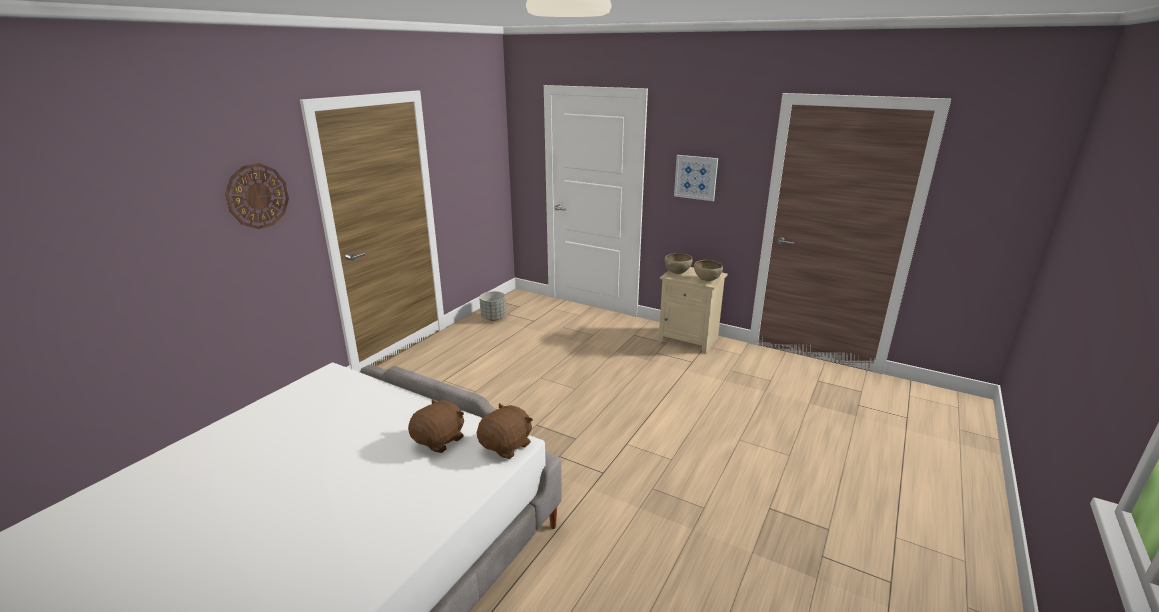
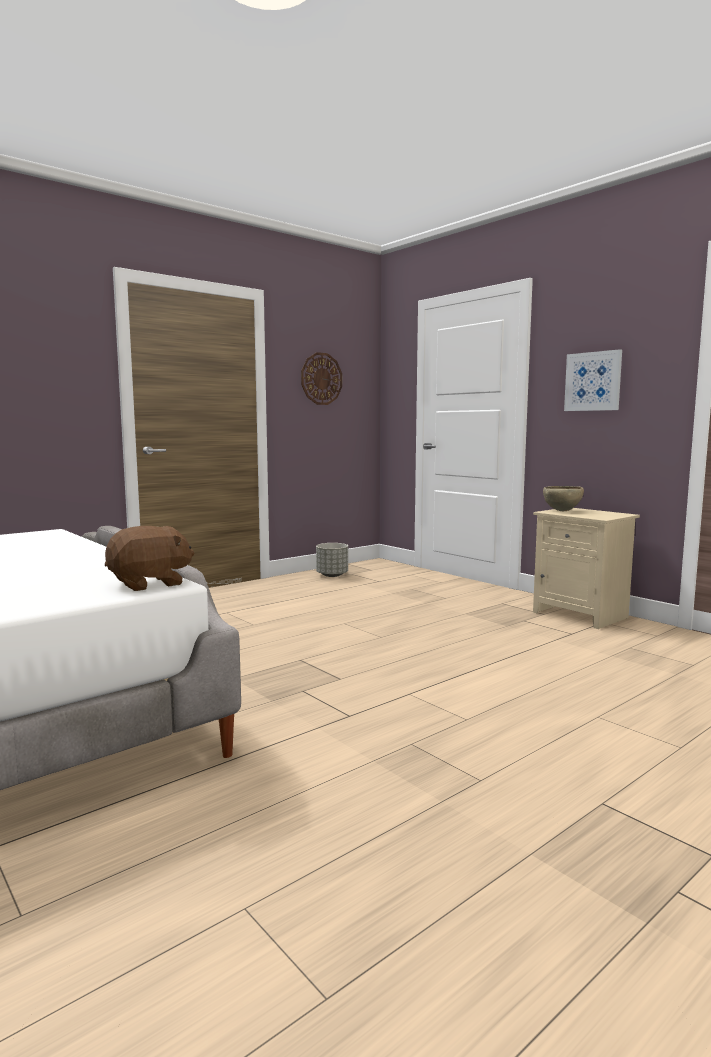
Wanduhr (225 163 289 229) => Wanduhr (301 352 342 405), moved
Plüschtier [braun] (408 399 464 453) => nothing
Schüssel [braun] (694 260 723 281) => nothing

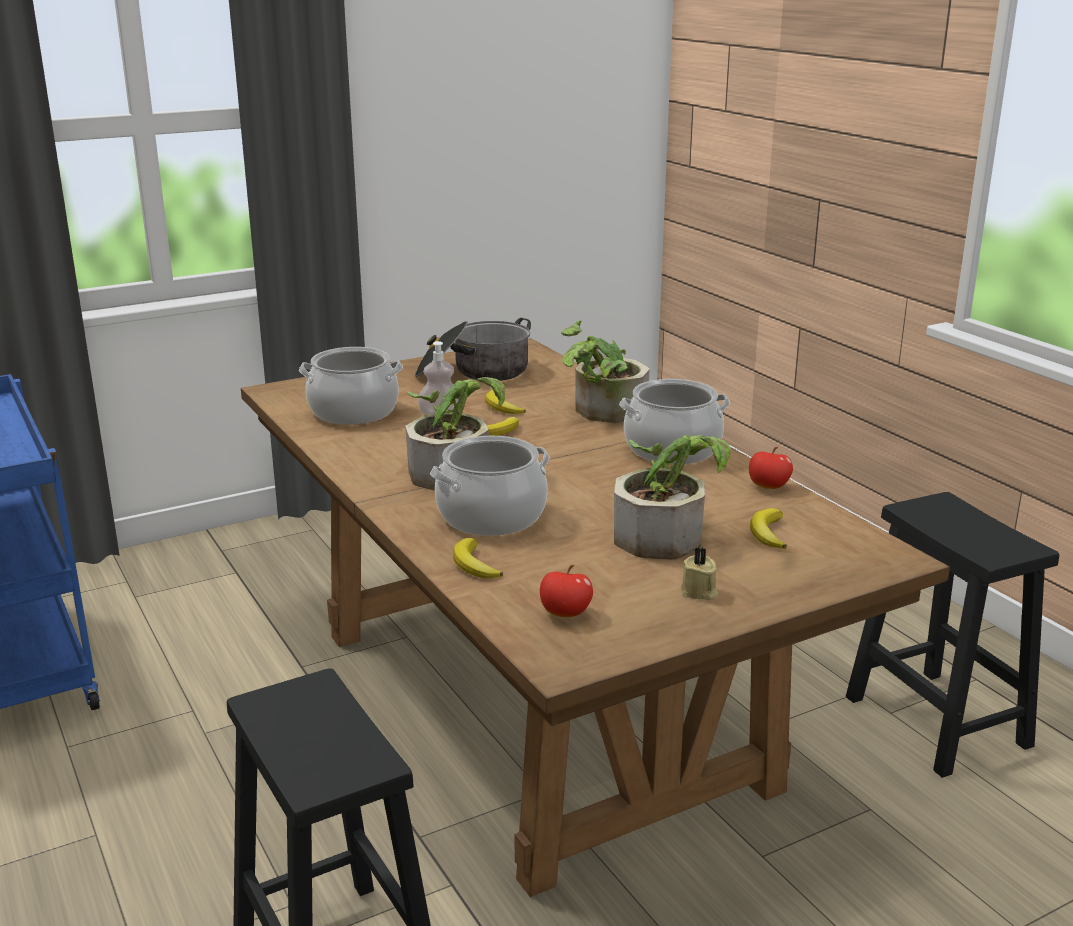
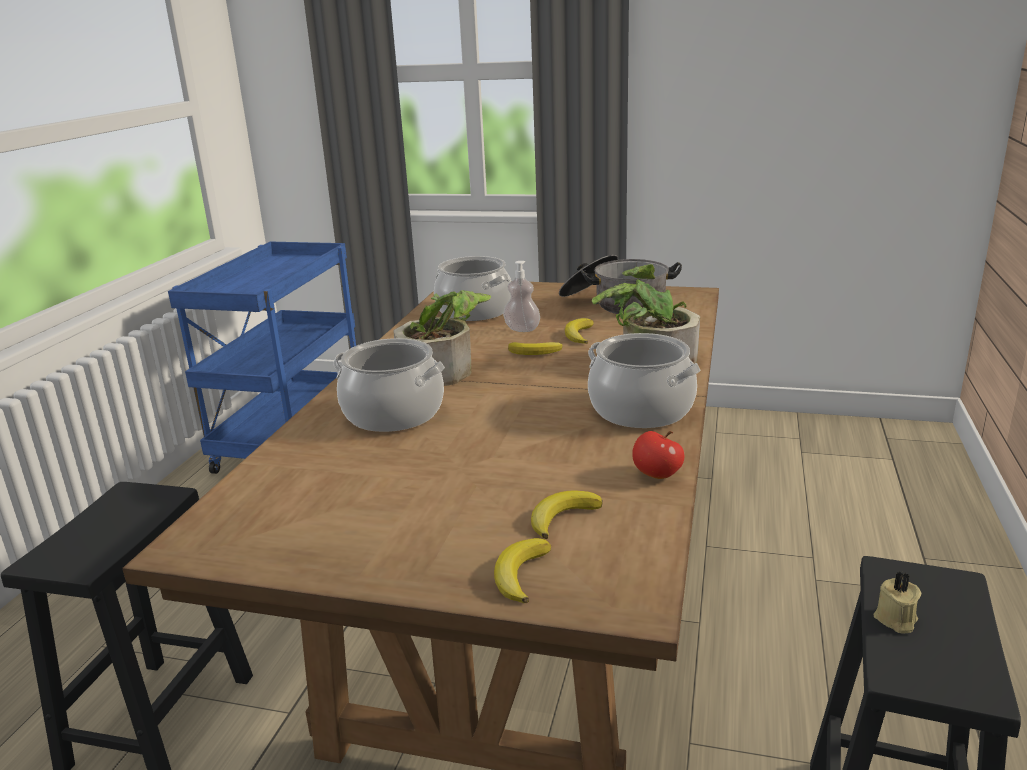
Banane (453 538 503 578) => Banane (494 538 551 603), moved
Kerze [beige] (681 548 718 600) => Kerze [beige] (874 571 921 633), moved
Apfel (540 565 593 617) => nothing
Topfpflanze (614 435 731 560) => nothing

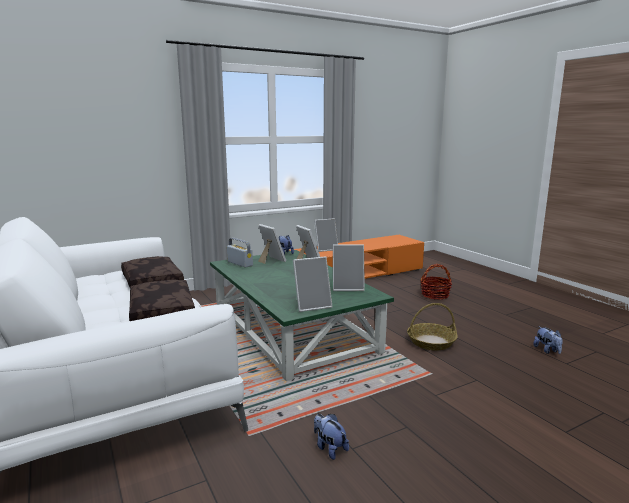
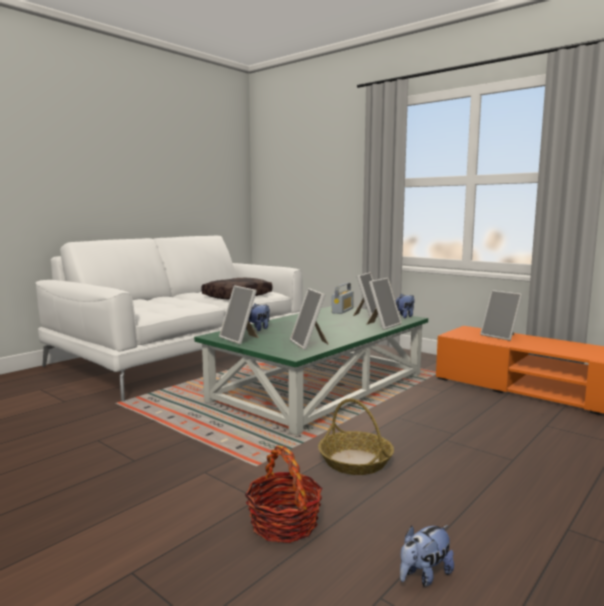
Korb (420 264 452 300) => Korb (245 445 322 543), moved
Plüschtier (314 414 349 460) => Plüschtier (246 304 270 331), moved
Kissen [braun] (129 280 195 321) => nothing

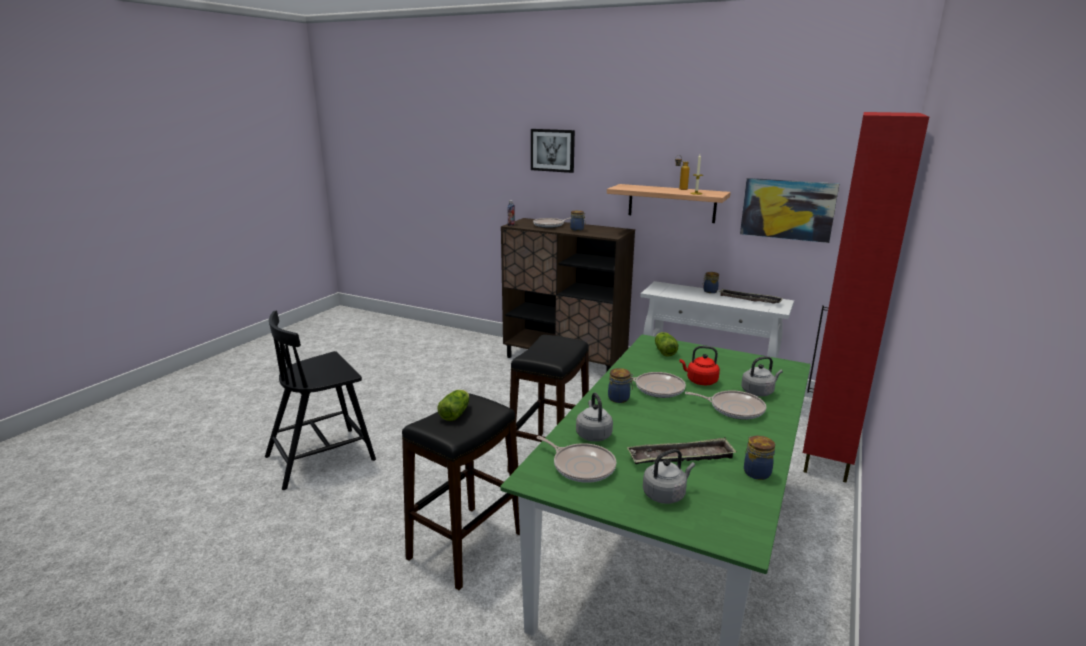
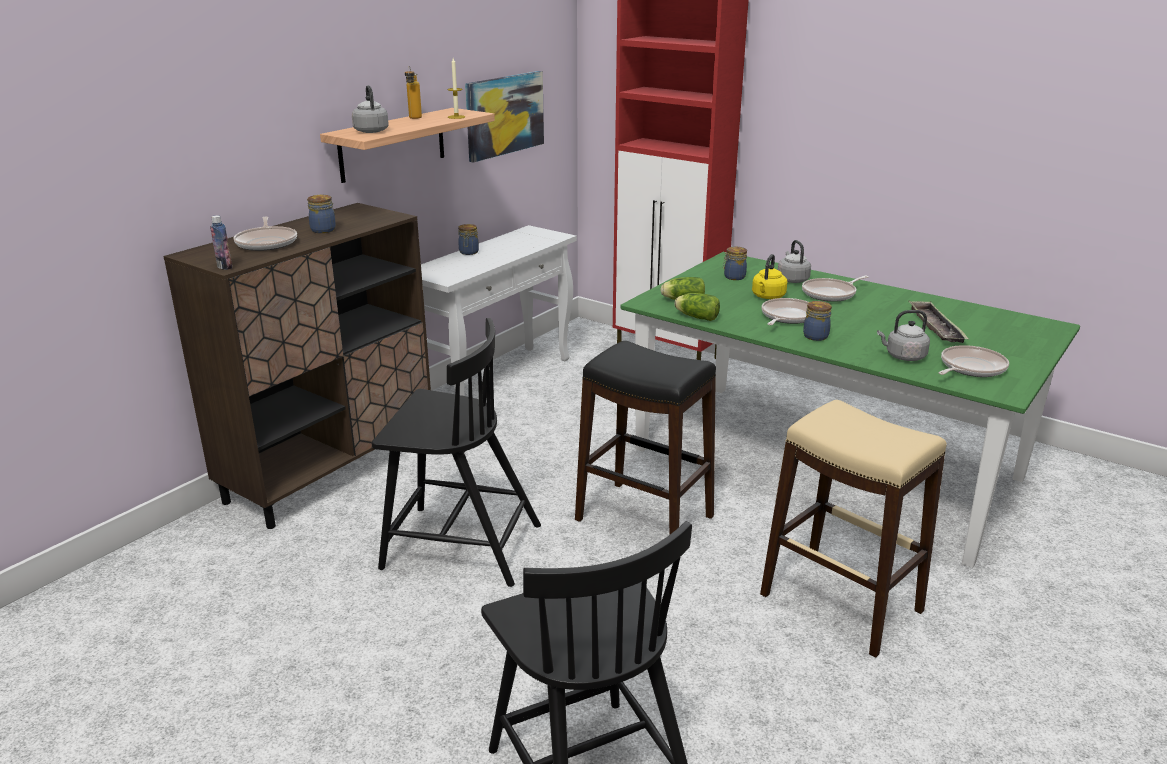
Wasserkessel [grau] (643 449 695 504) => Wasserkessel [grau] (352 85 389 133), moved
nothing => Stuhl [schwarz] (372 318 541 587)
Salatkopf (438 390 469 421) => Salatkopf (674 293 720 321), moved
Vorratsglas (744 436 775 480) => Vorratsglas (723 247 747 280), moved
Wasserkessel [rot] (680 346 720 385) => Wasserkessel [gelb] (752 254 787 299)
Hocker [schwarz] (402 393 520 590) => Hocker [beige] (760 400 947 658)
Pfanne (685 390 766 420) => Pfanne (802 276 869 302), 150 degrees counterclockwise
Bild (531 129 575 173) => nothing
Tablett (719 289 783 304) => nothing

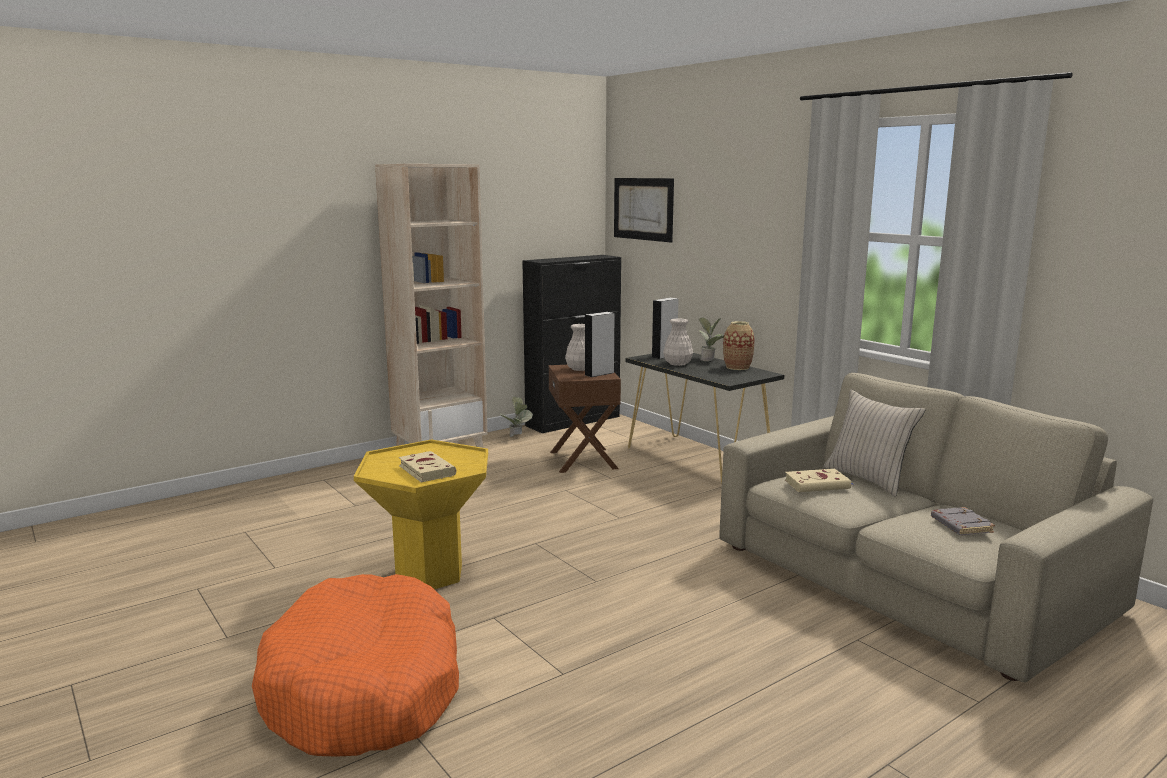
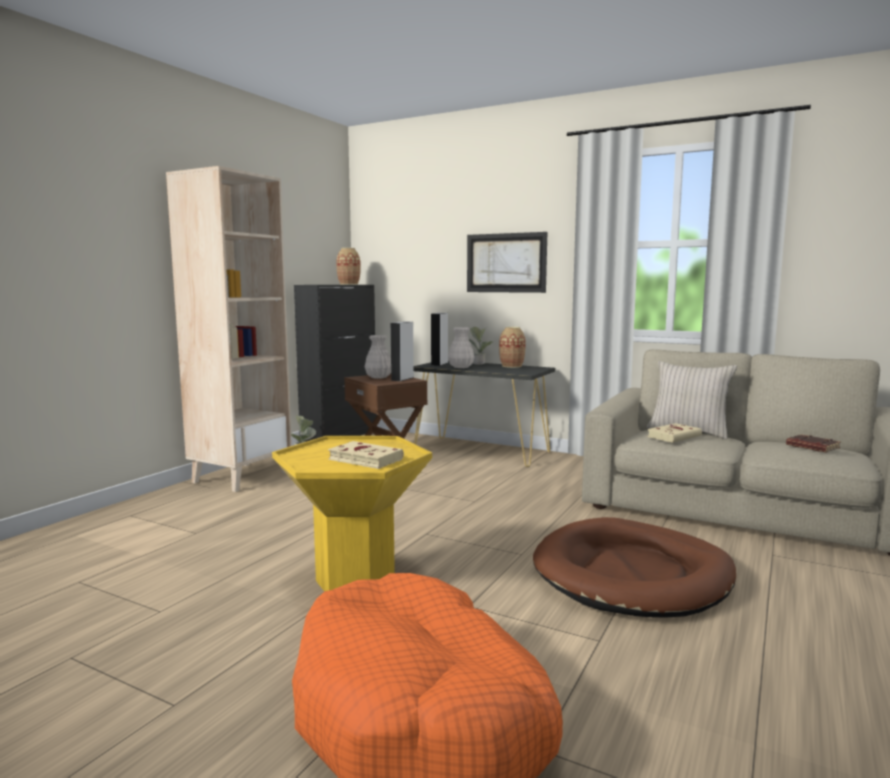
nothing => Vase (337 248 361 284)
Bild (614 178 674 243) => Bild (467 232 547 293), moved
nothing => Hundebett [braun] (533 517 736 618)
Buch [grau] (931 507 995 535) => Buch [braun] (786 434 841 452)

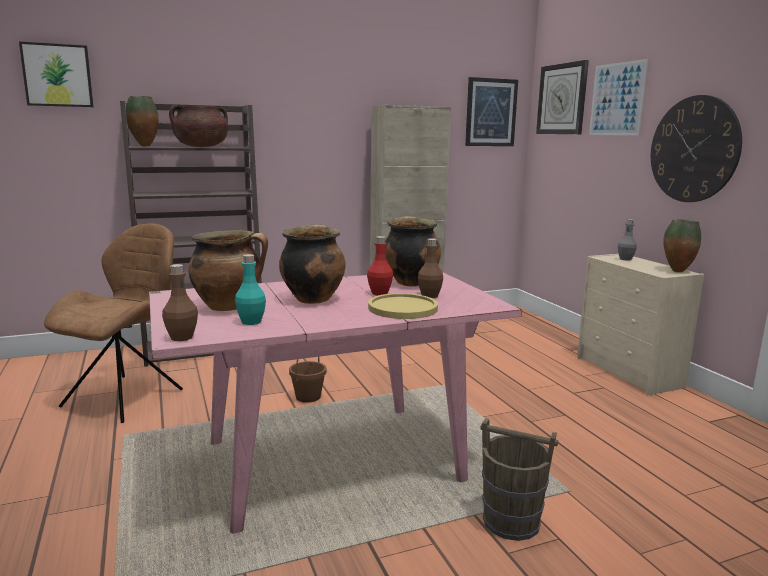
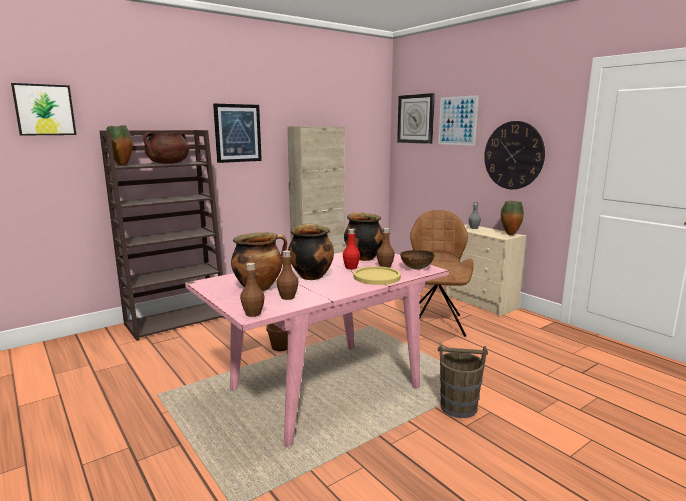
Bild (465 77 518 146) => Bild (213 104 262 163), moved
Flasche [türkis] (235 254 266 325) => Flasche [braun] (277 250 299 300)
nothing => Schüssel (400 250 434 270)
Stuhl [braun] (44 223 183 423) => Stuhl [braun] (410 210 474 337), moved

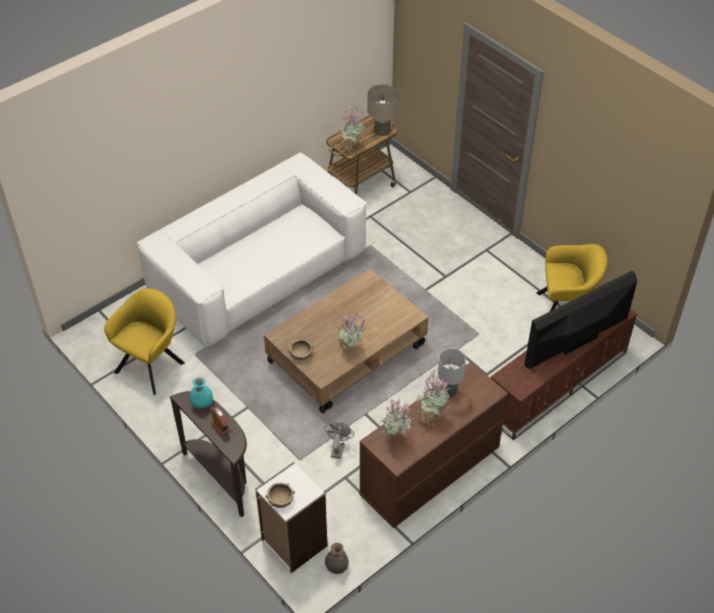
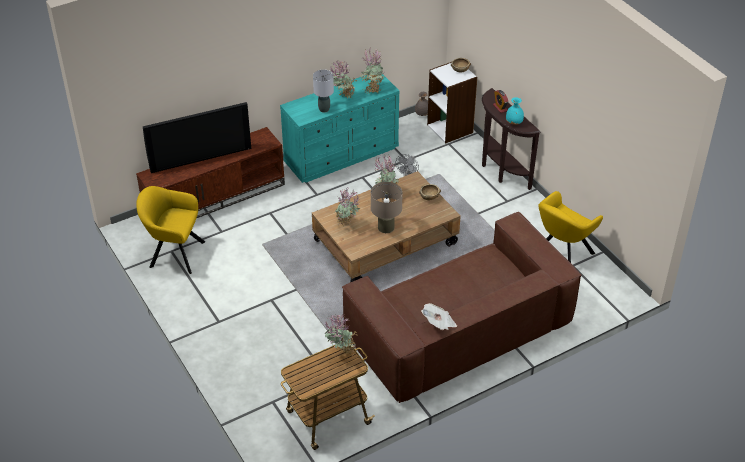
Kommode [braun] (359 362 508 528) => Kommode [türkis] (280 74 399 183)
nothing => Topfpflanze (334 189 360 226)
Sofa [weiß] (137 152 367 348) => Sofa [braun] (342 212 581 403)
Tischlampe [beige] (367 84 399 136) => Tischlampe [beige] (371 182 403 233), moved
nothing => Zeitung (421 303 457 330)

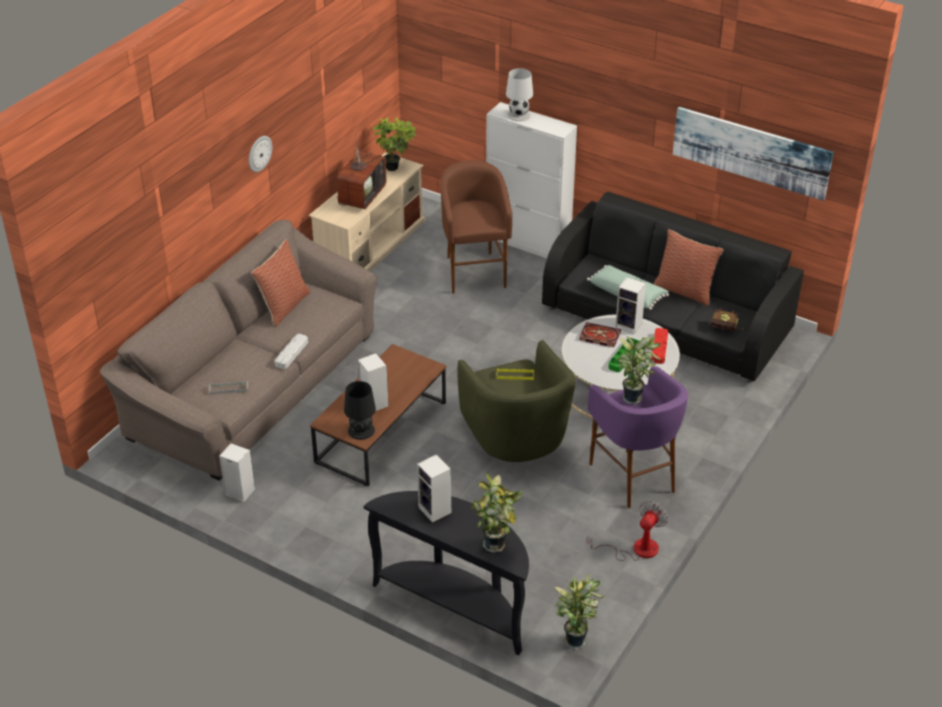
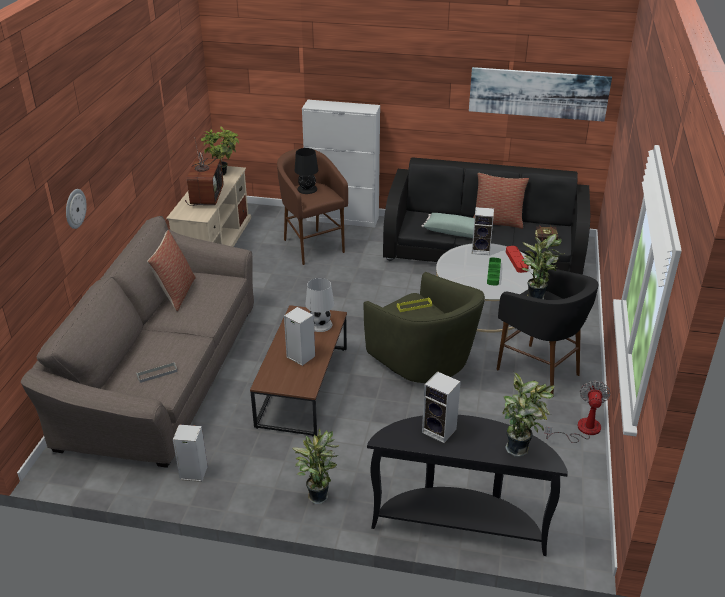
Wanduhr (249 136 272 172) => Wanduhr (66 189 87 229), moved
Topfpflanze (555 574 606 649) => Topfpflanze (292 428 339 504), moved
Tischlampe [schwarz] (344 381 376 440) => Tischlampe [schwarz] (295 148 318 194), moved
Tischlampe [weiß] (506 68 533 122) => Tischlampe [weiß] (305 278 334 332), moved
Hocker [lila] (588 366 688 508) => Hocker [schwarz] (497 268 599 394)
Tablett [grau] (275 334 308 369) => nothing
Buch (579 322 621 347) => nothing

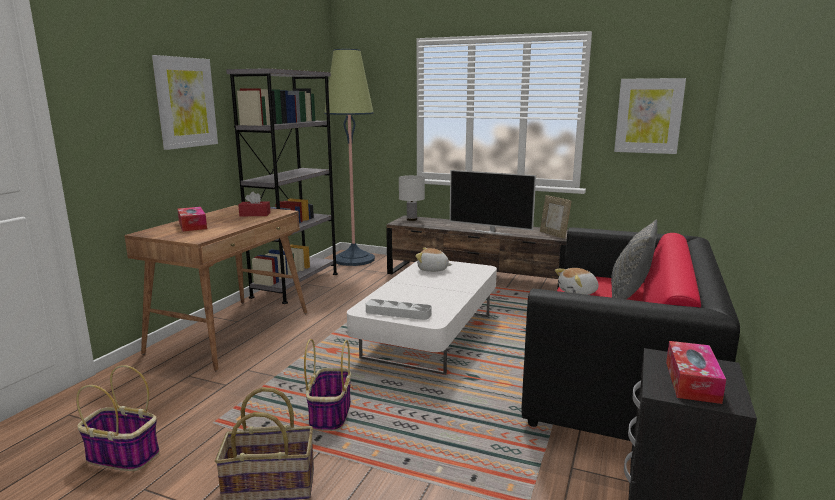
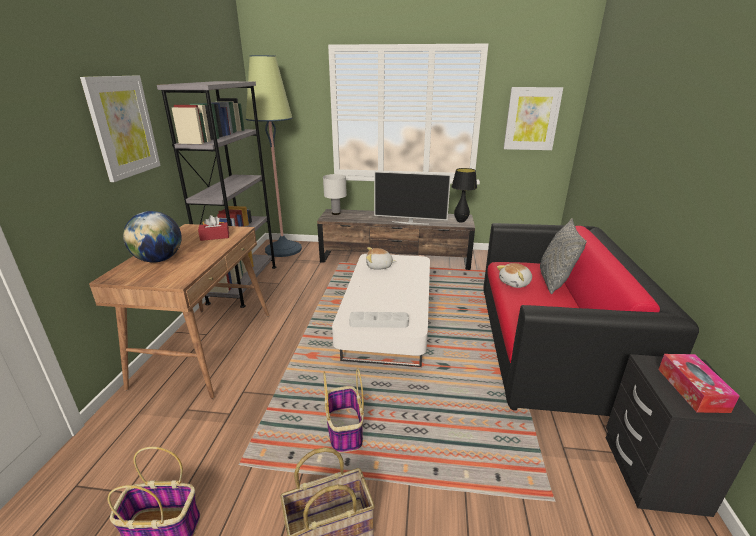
Taschentuchbox (178 207 207 231) => Globus (123 211 182 262)
Bilderrahmen (540 195 572 239) => Tischlampe [schwarz] (451 168 477 223)

